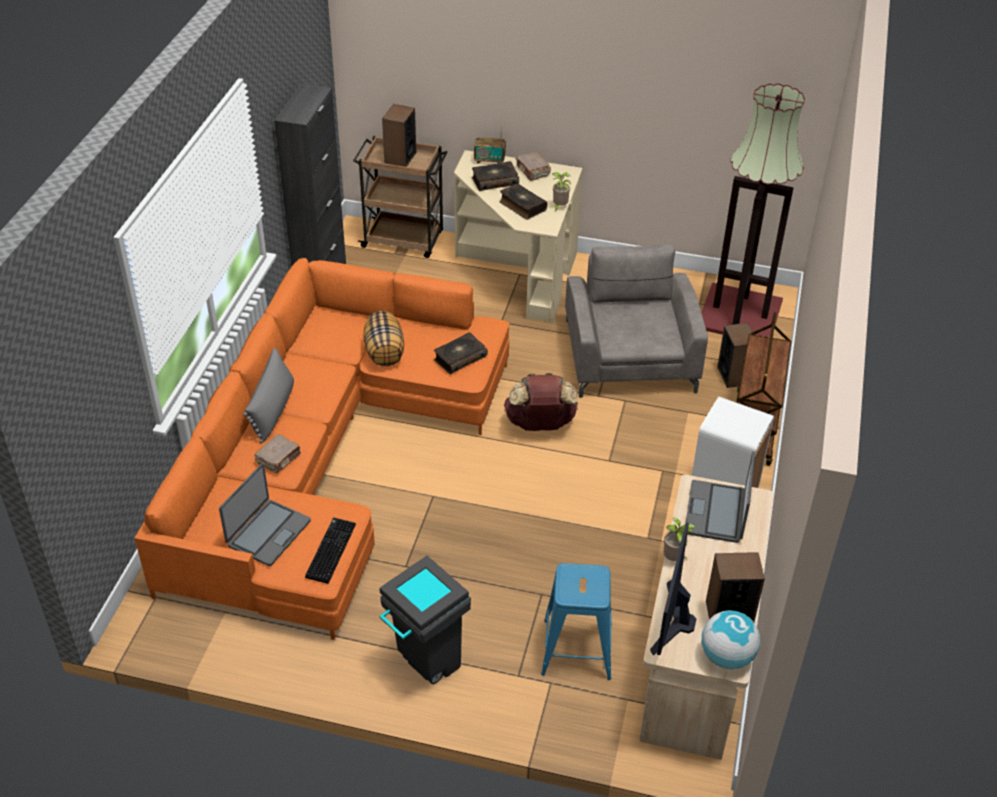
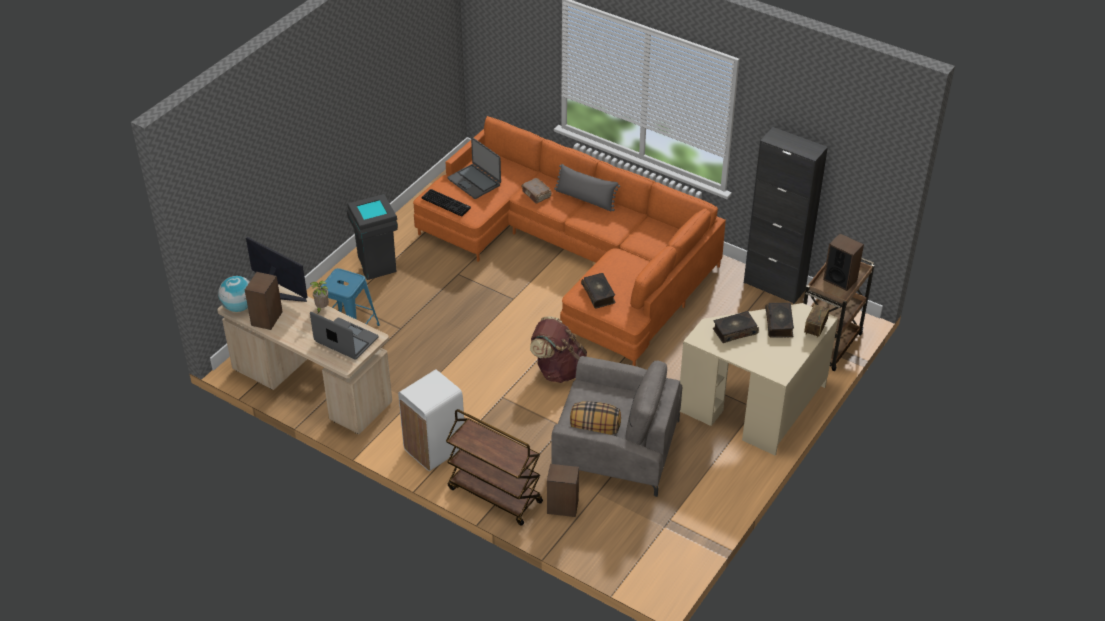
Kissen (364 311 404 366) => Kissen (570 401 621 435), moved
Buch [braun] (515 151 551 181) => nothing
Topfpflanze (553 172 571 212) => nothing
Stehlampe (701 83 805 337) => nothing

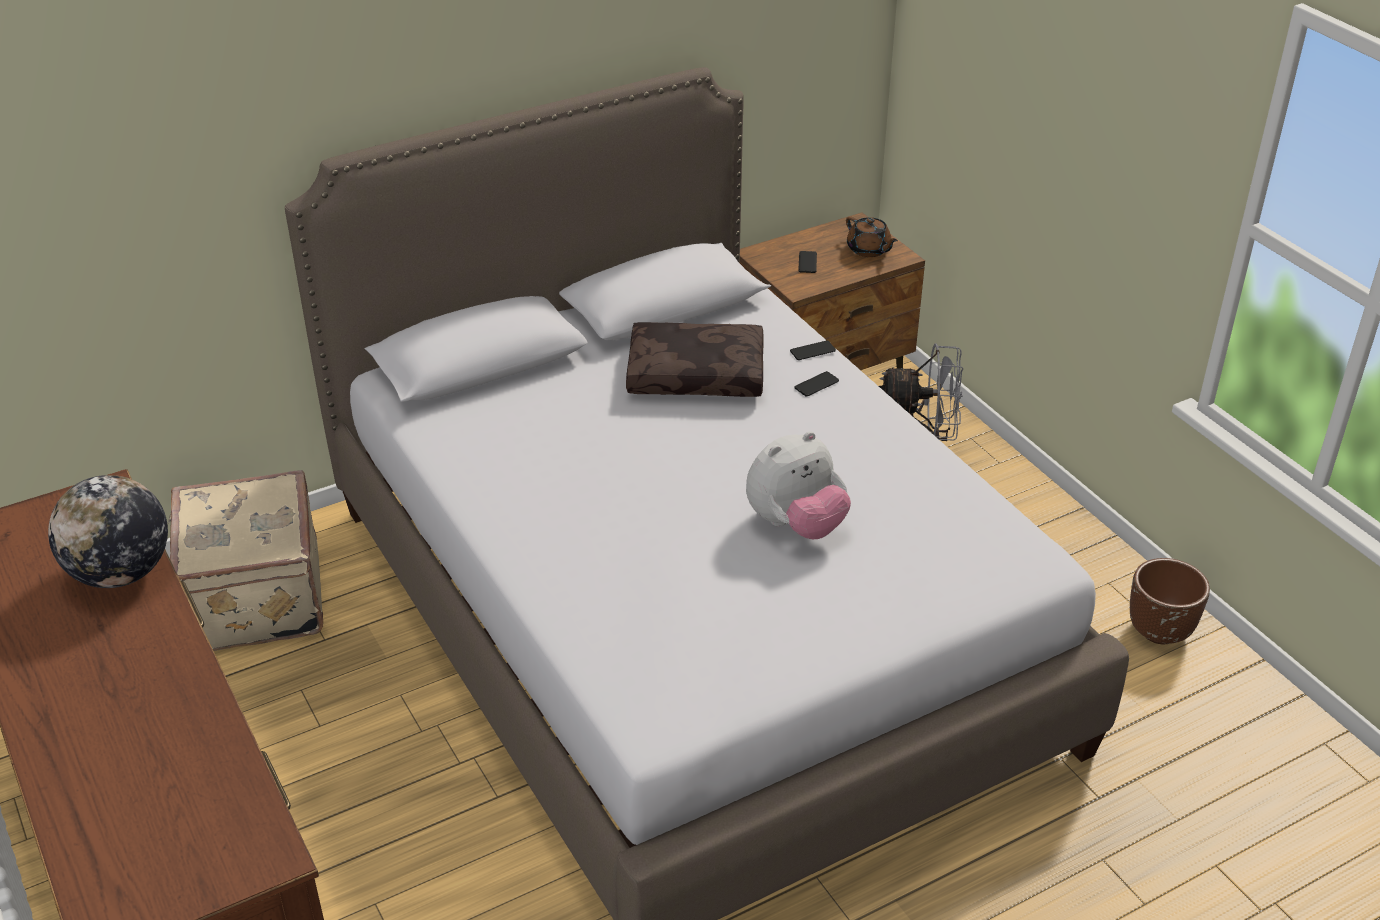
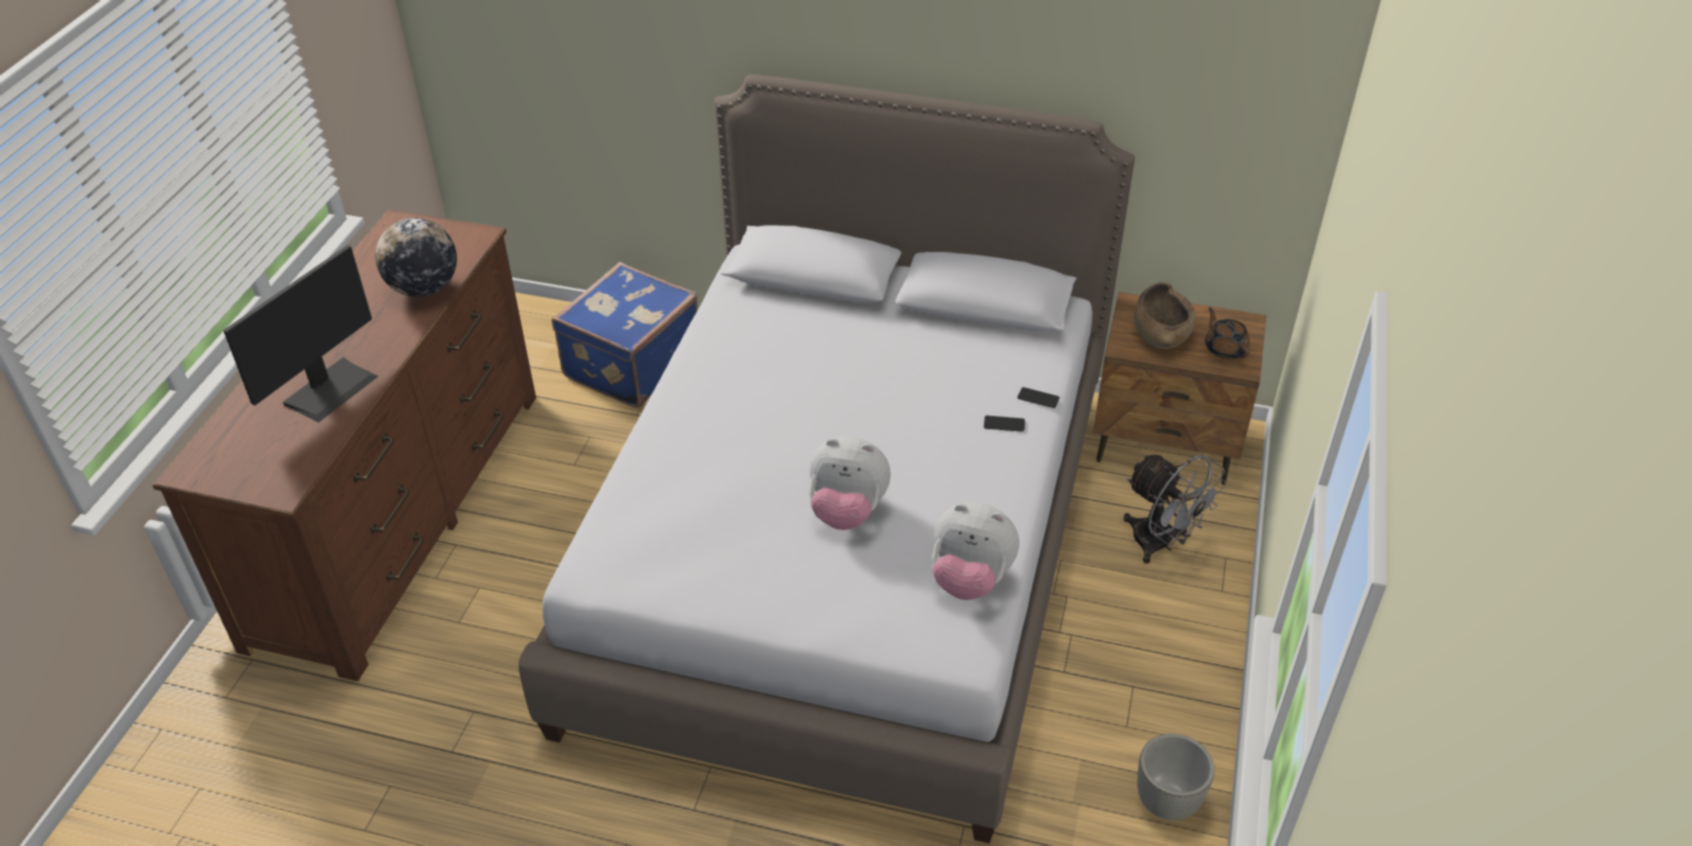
nothing => Monitor (223 245 378 423)
Koffer [beige] (168 470 323 651) => Koffer [blau] (552 262 698 408)
nothing => Plüschtier (932 502 1019 600)
Handy (798 251 817 273) => Schüssel [braun] (1134 282 1196 349)
Pflanzkübel [braun] (1130 558 1210 644) => Pflanzkübel [grau] (1137 734 1214 820)
Teekanne [braun] (846 216 898 257) => Teekanne [braun] (1205 307 1250 359), 150 degrees clockwise
Kissen [braun] (626 322 764 397) => nothing

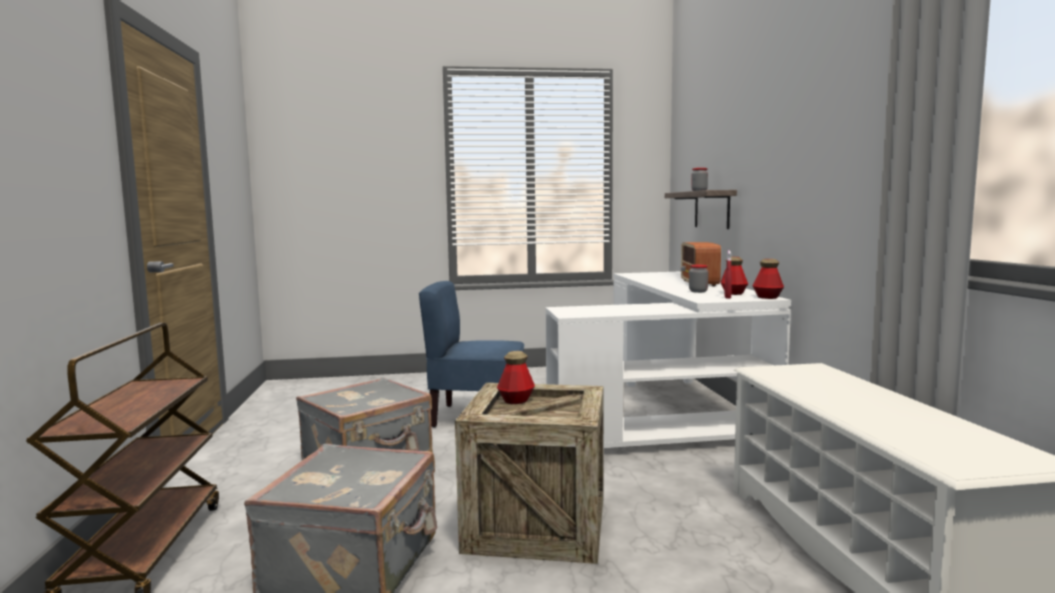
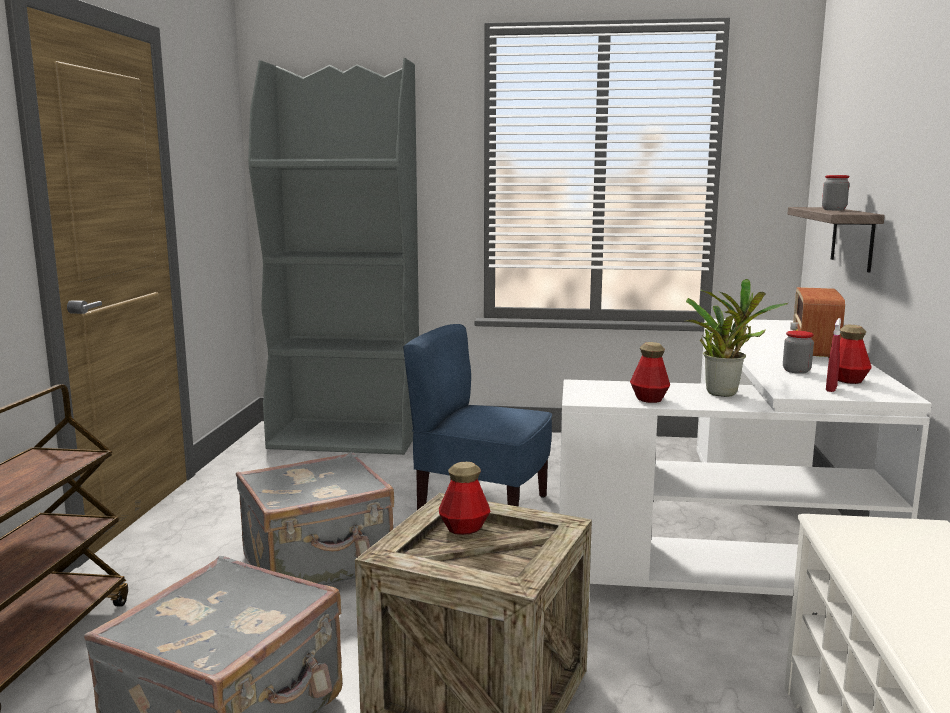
nothing => Bücherregal [grau] (248 58 419 455)
Flasche (753 259 784 299) => Flasche (630 342 670 403), moved
nothing => Topfpflanze (686 279 788 397)

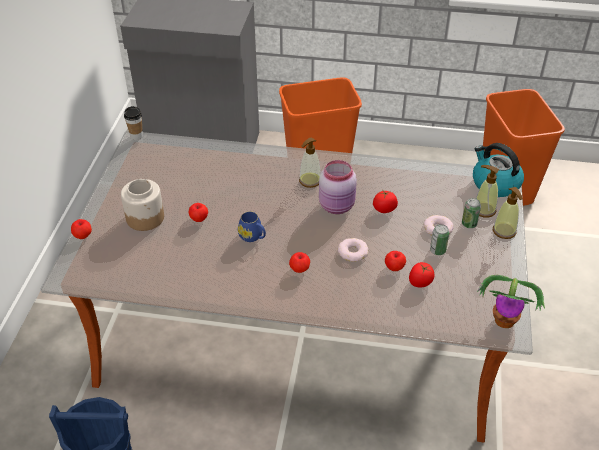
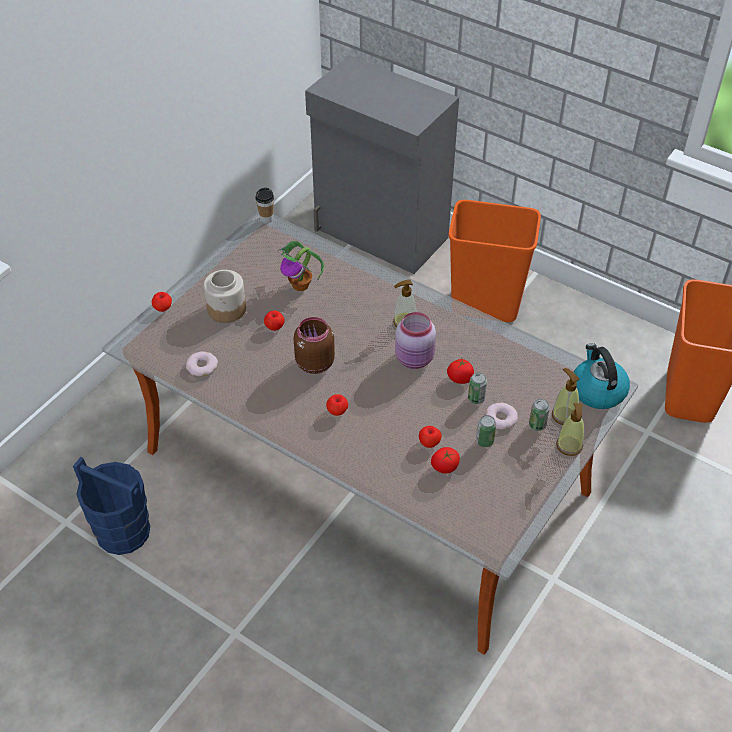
Donut (338 238 369 262) => Donut (186 351 218 376), moved
Topfpflanze (477 275 545 328) => Topfpflanze (279 241 324 291), moved
Henkelbecher [blau] (238 211 266 242) => Vorratsglas [braun] (294 317 335 374)
nothing => Dose (468 372 487 404)

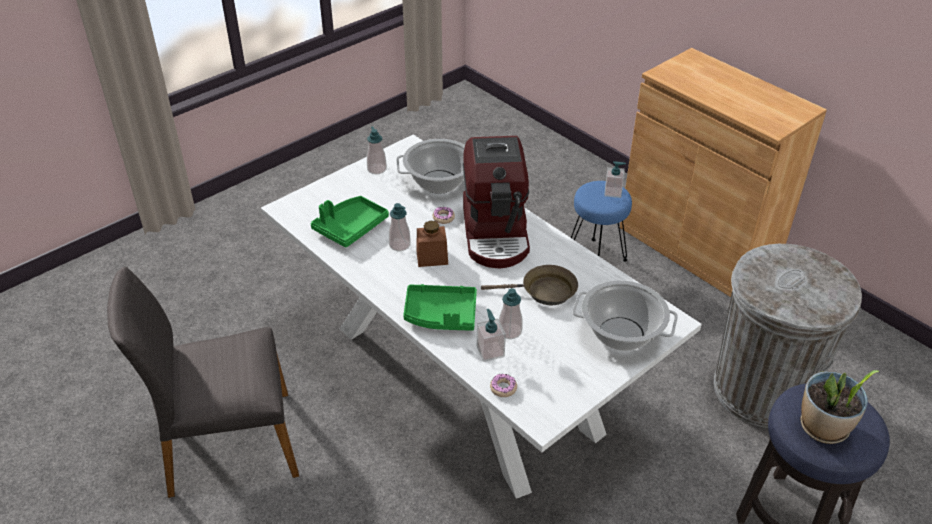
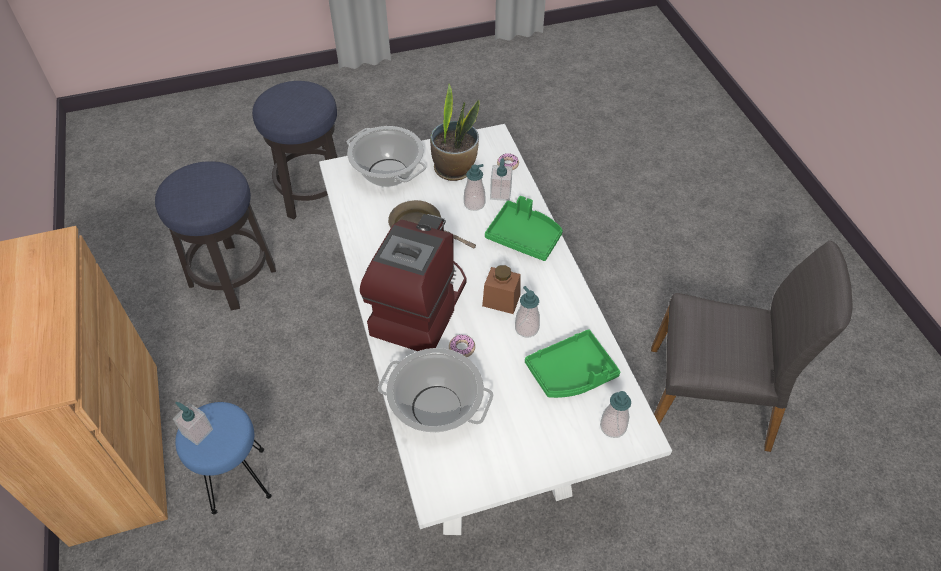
Mülleimer [grau] (714 244 862 428) => Hocker (155 161 276 310)
Topfpflanze (801 370 879 444) => Topfpflanze (430 84 480 181), moved
Seifenspender (367 126 387 174) => Seifenspender (600 391 631 438), moved

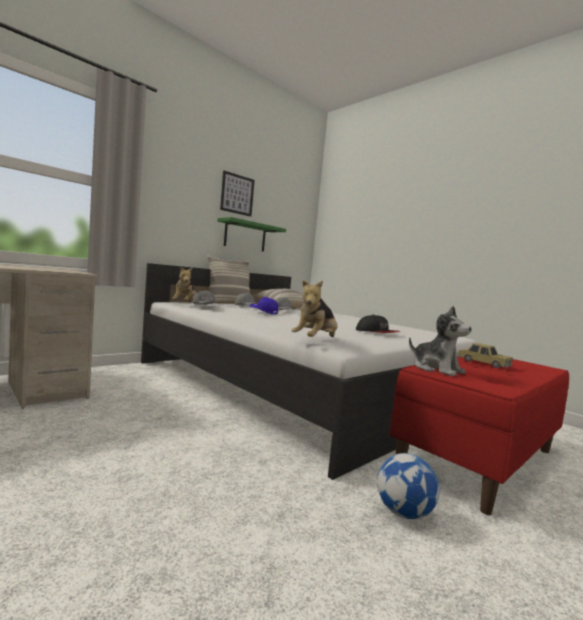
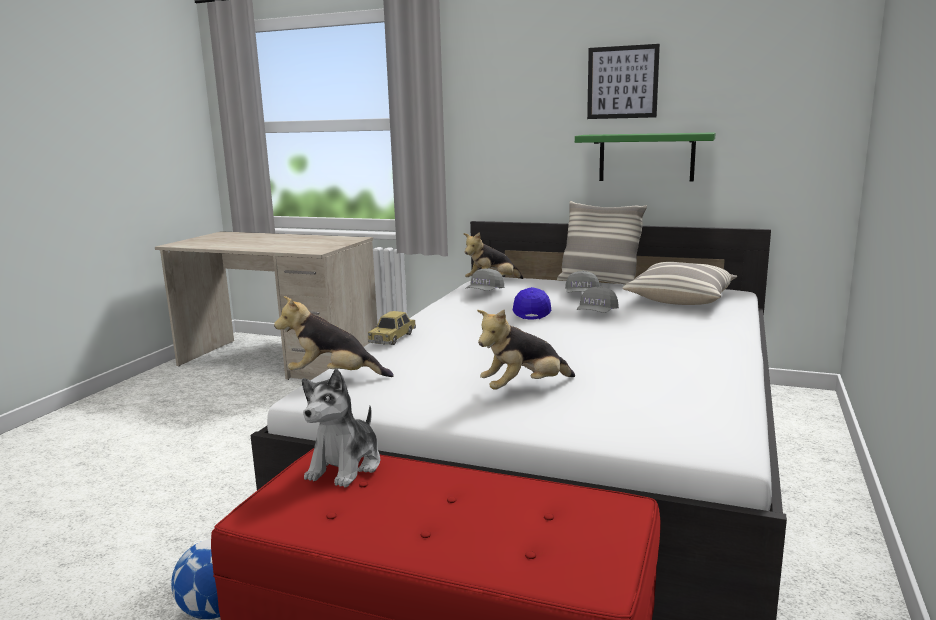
Spielzeugauto (458 343 513 368) => Spielzeugauto (368 311 416 345), moved
Kappe (356 315 401 333) => Plüschtier (477 310 575 390)

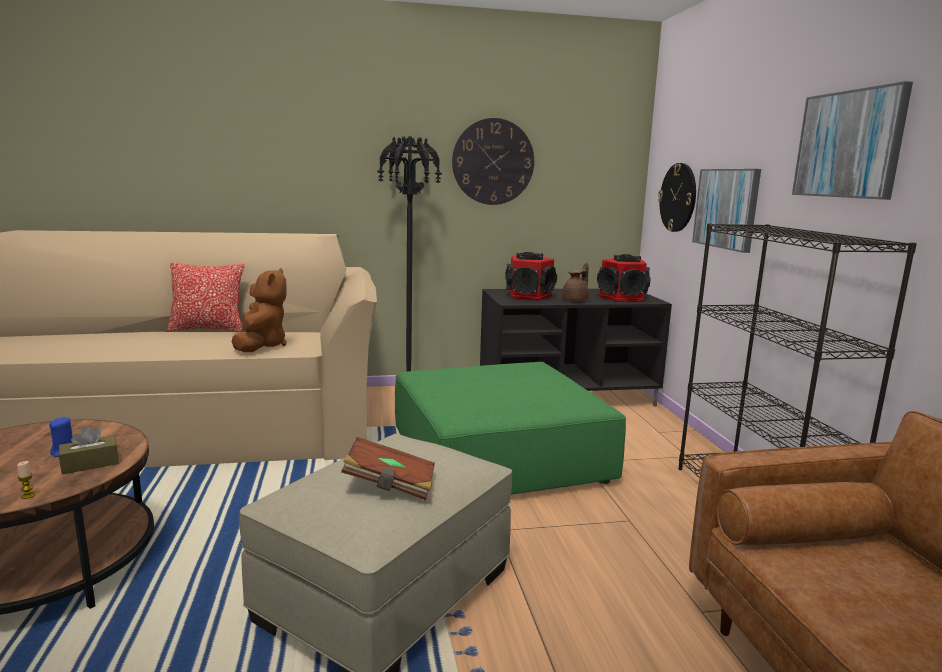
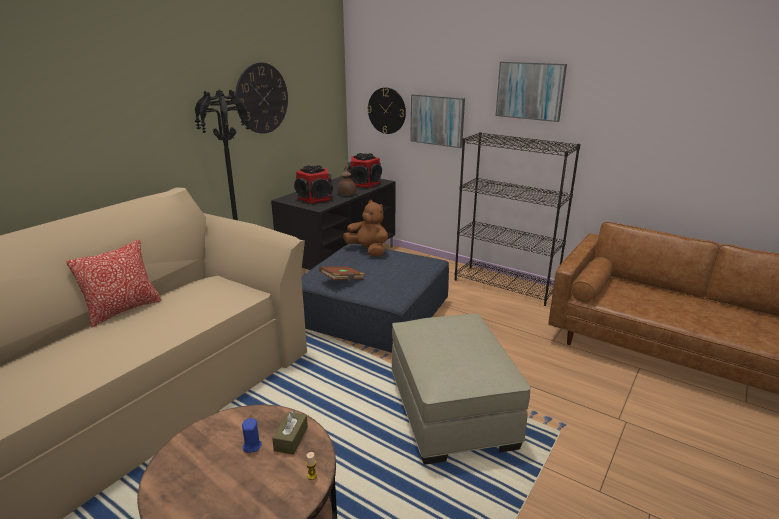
Polsterhocker [grün] (395 362 626 495) => Polsterhocker [blau] (301 243 449 353)
Buch [braun] (341 437 435 500) => Buch [braun] (319 267 365 281), moved
Plüschtier [braun] (232 268 286 352) => Plüschtier [braun] (343 200 388 257), moved

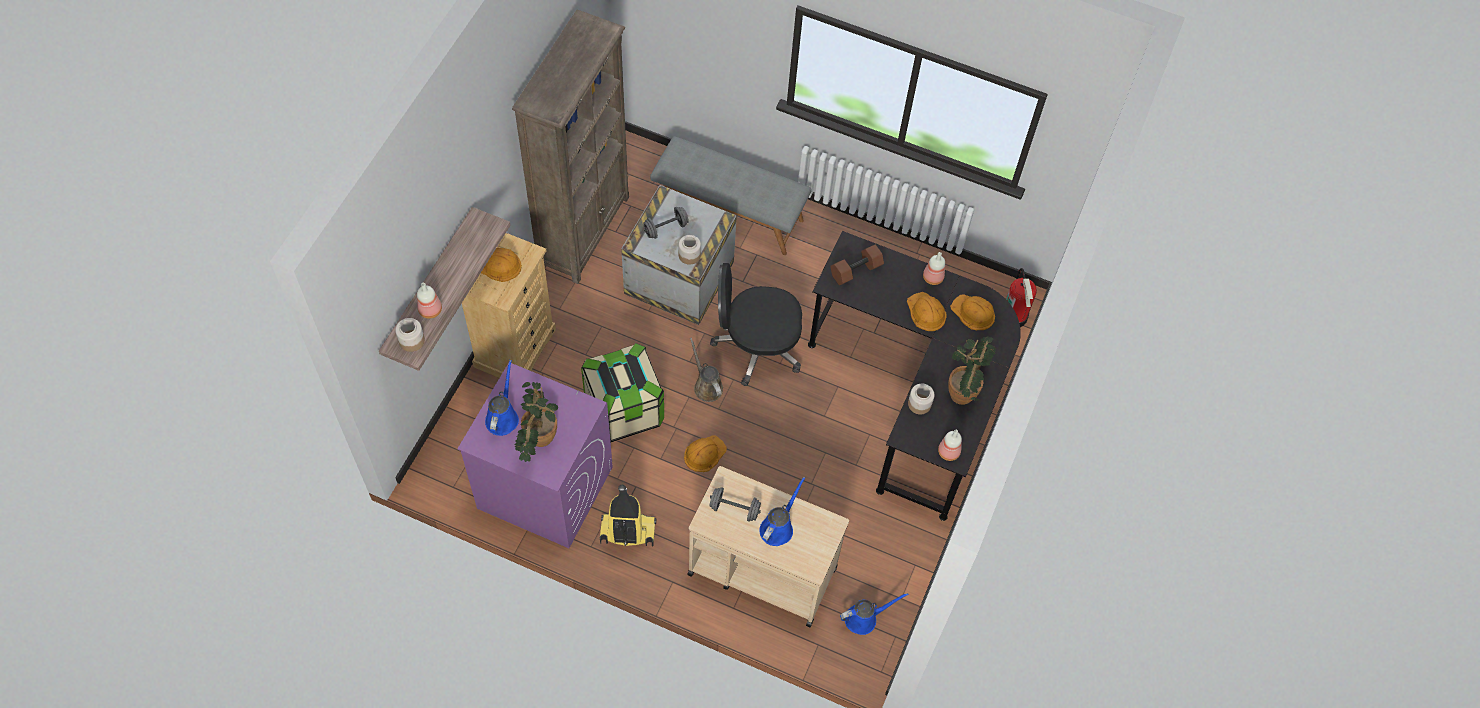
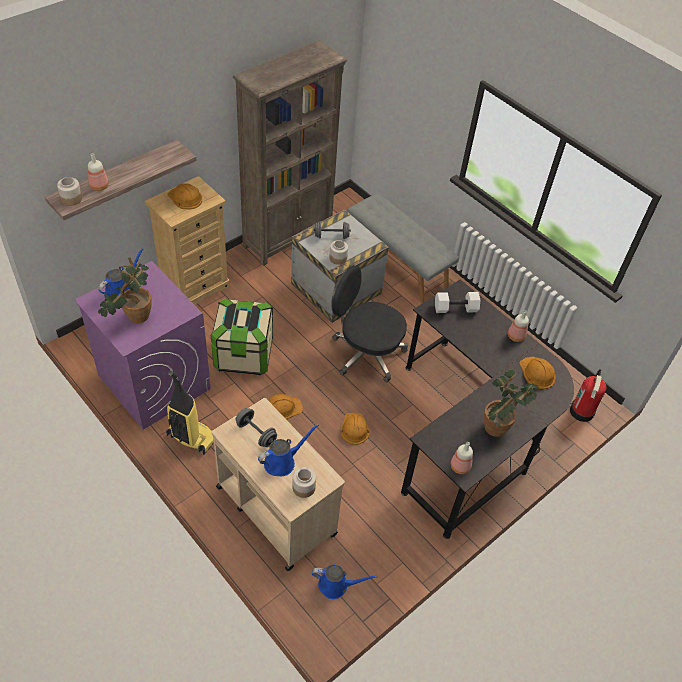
Vorratsglas (908 384 934 414) => Vorratsglas (292 467 316 498), moved
Schutzhelm [orange] (907 292 947 331) => Schutzhelm [orange] (341 413 369 445), moved
Hantel [braun] (830 245 884 285) => Hantel [weiß] (435 292 480 313)
Gießkanne [braun] (690 337 723 402) => nothing

